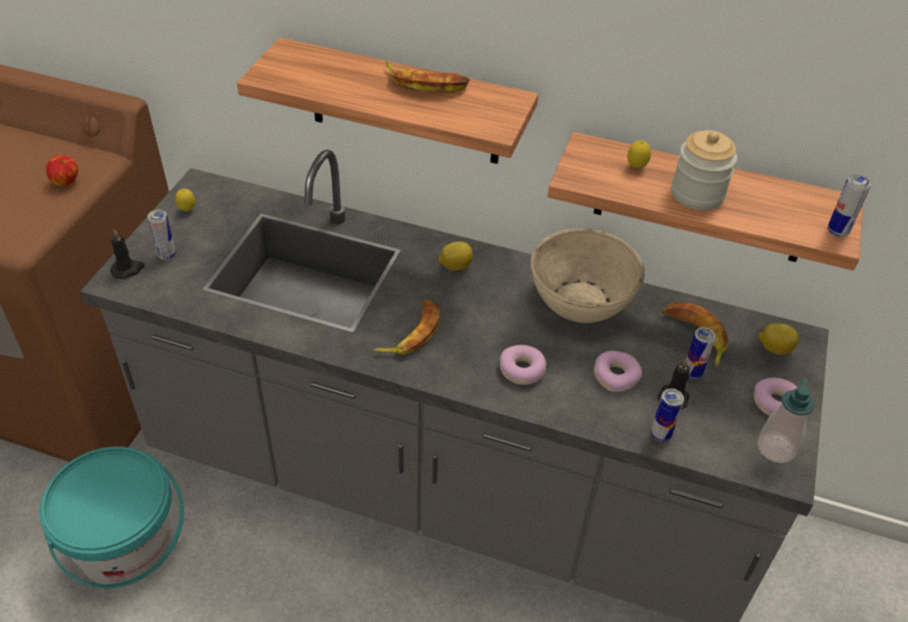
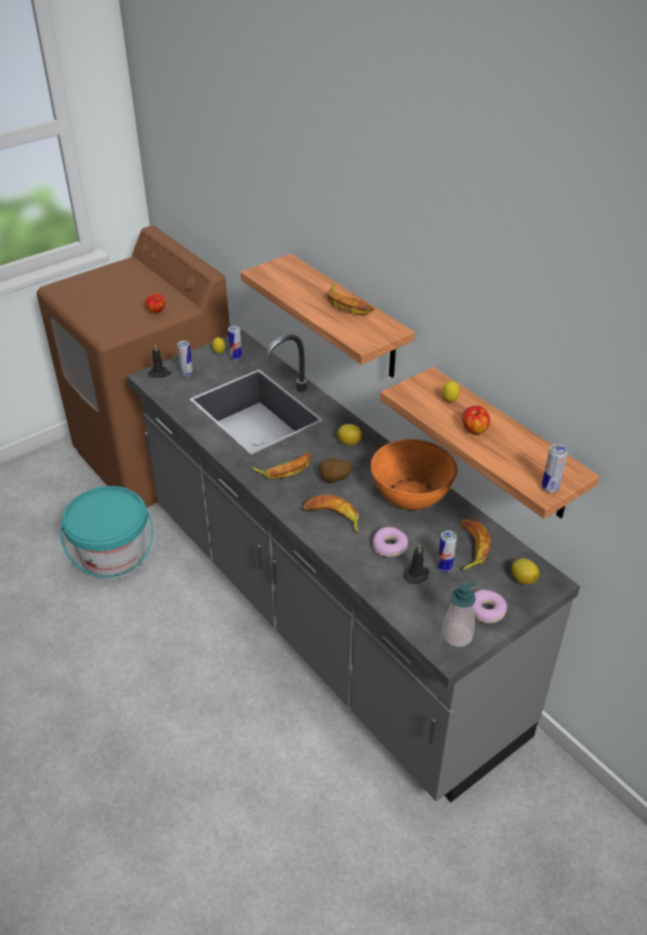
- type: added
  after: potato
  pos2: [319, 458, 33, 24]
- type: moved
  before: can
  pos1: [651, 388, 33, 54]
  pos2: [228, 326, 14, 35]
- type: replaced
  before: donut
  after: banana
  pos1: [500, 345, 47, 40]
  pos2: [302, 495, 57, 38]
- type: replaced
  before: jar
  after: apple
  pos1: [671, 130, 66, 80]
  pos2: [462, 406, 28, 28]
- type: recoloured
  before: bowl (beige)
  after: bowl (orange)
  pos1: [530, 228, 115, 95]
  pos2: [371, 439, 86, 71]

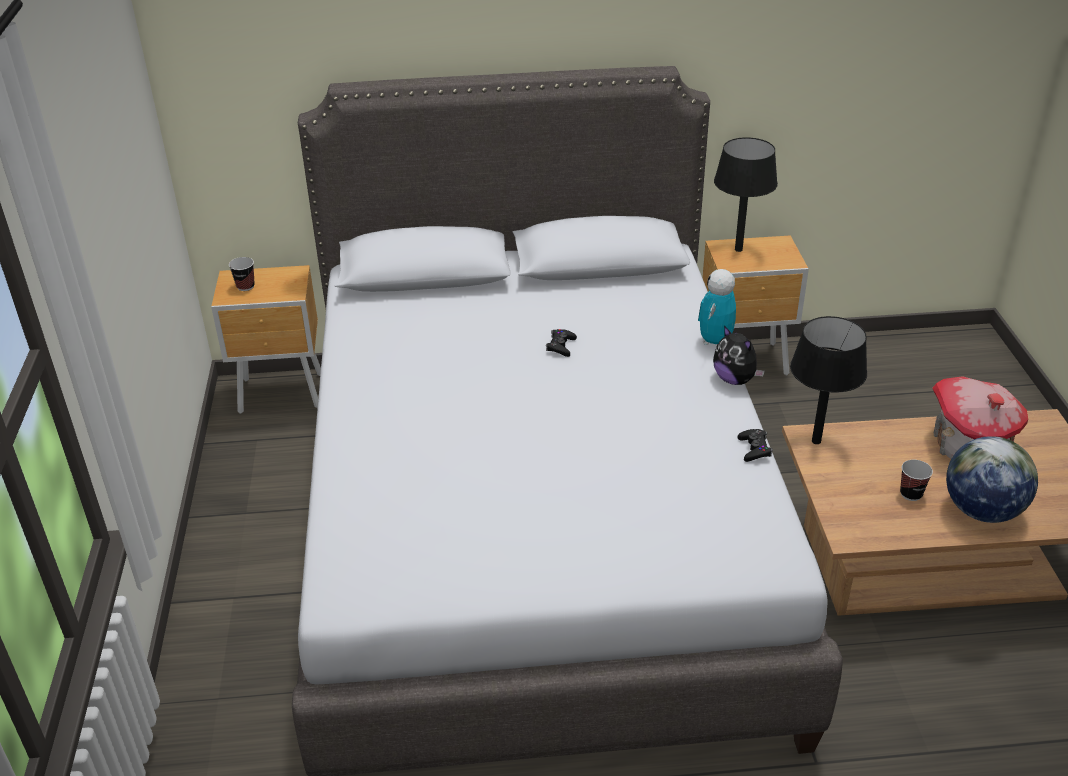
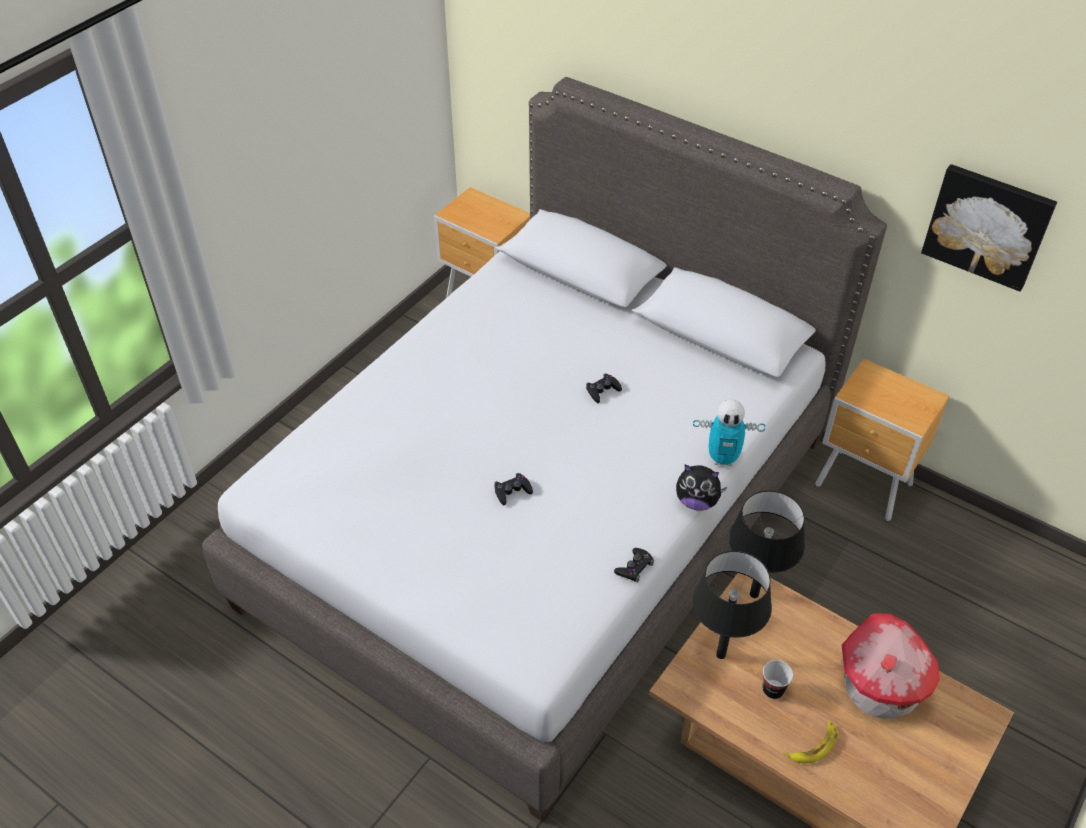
- type: removed
  before: cup
  pos1: [229, 257, 26, 34]
- type: added
  after: game controller (black)
  pos2: [495, 473, 38, 32]
- type: added
  after: picture
  pos2: [921, 164, 136, 127]
- type: moved
  before: table lamp (black)
  pos1: [714, 137, 64, 115]
  pos2: [693, 551, 79, 108]
- type: replaced
  before: globe
  after: banana
  pos1: [946, 436, 92, 87]
  pos2: [783, 721, 55, 42]
- type: turned
  before: toy robot
  pos1: [698, 269, 38, 76]
  pos2: [693, 399, 72, 67]
  turn: -150
- type: turned
  before: plush toy
  pos1: [713, 325, 52, 60]
  pos2: [676, 464, 51, 47]
  turn: -75

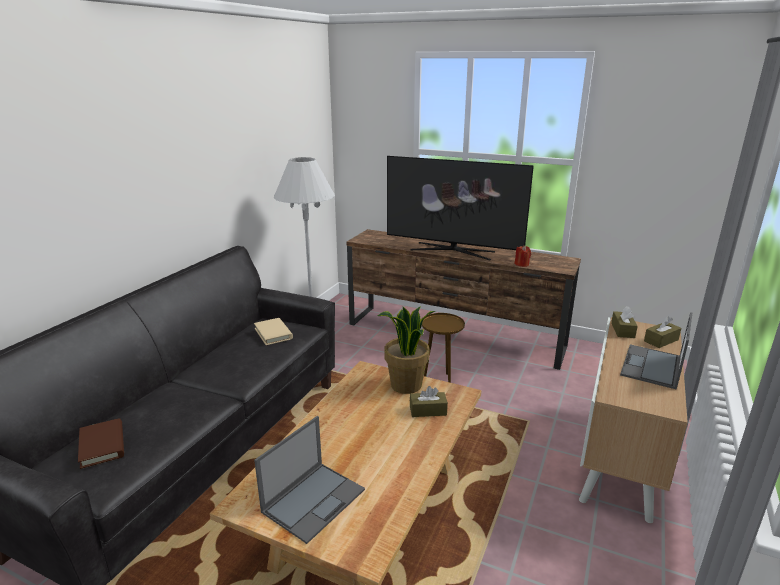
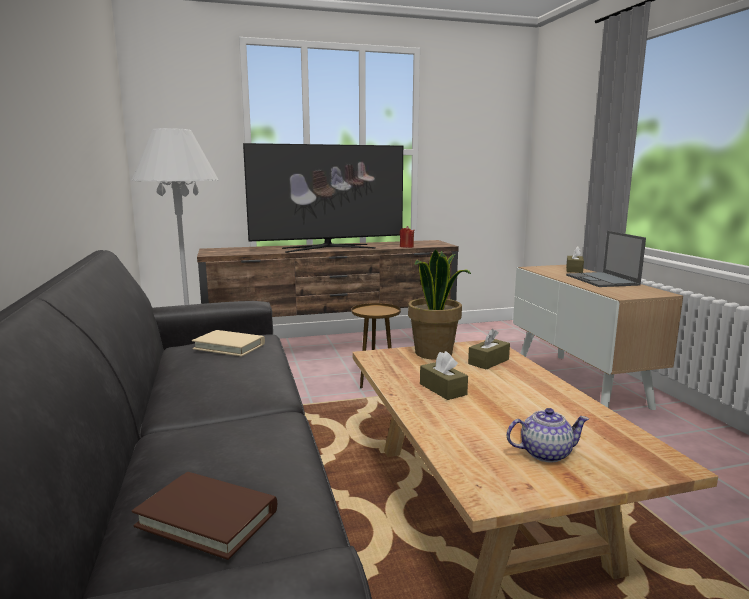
- type: moved
  before: tissue box (brown)
  pos1: [611, 306, 27, 32]
  pos2: [420, 351, 48, 49]
- type: replaced
  before: laptop
  after: teapot
  pos1: [254, 416, 111, 128]
  pos2: [507, 408, 82, 55]

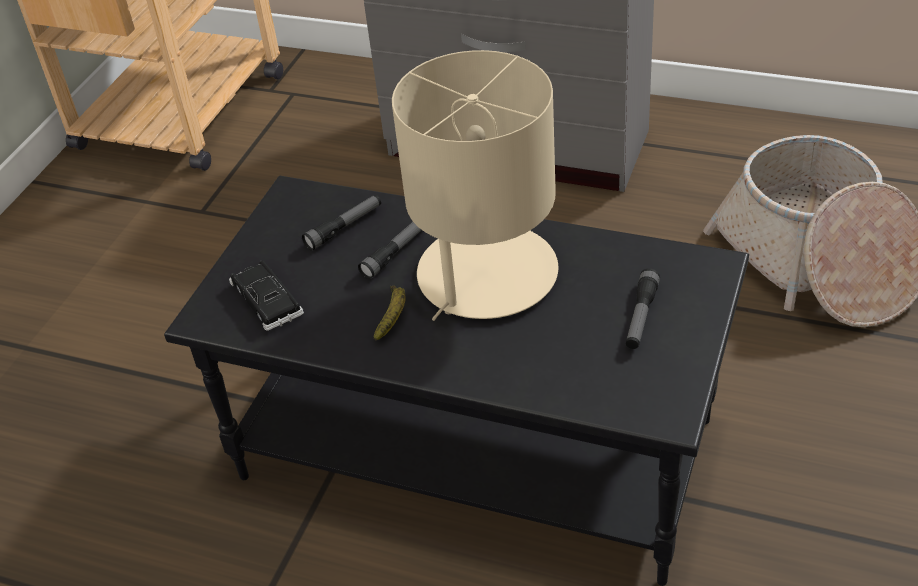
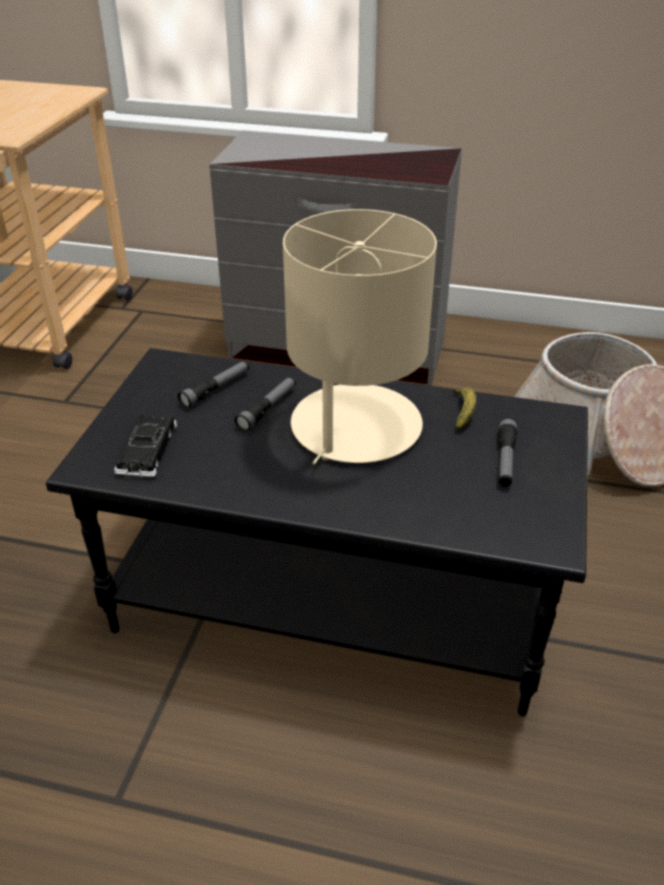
- type: moved
  before: banana
  pos1: [374, 286, 32, 54]
  pos2: [453, 387, 23, 43]
- type: turned
  before: toy car (black)
  pos1: [229, 260, 75, 71]
  pos2: [114, 414, 63, 63]
  turn: -135

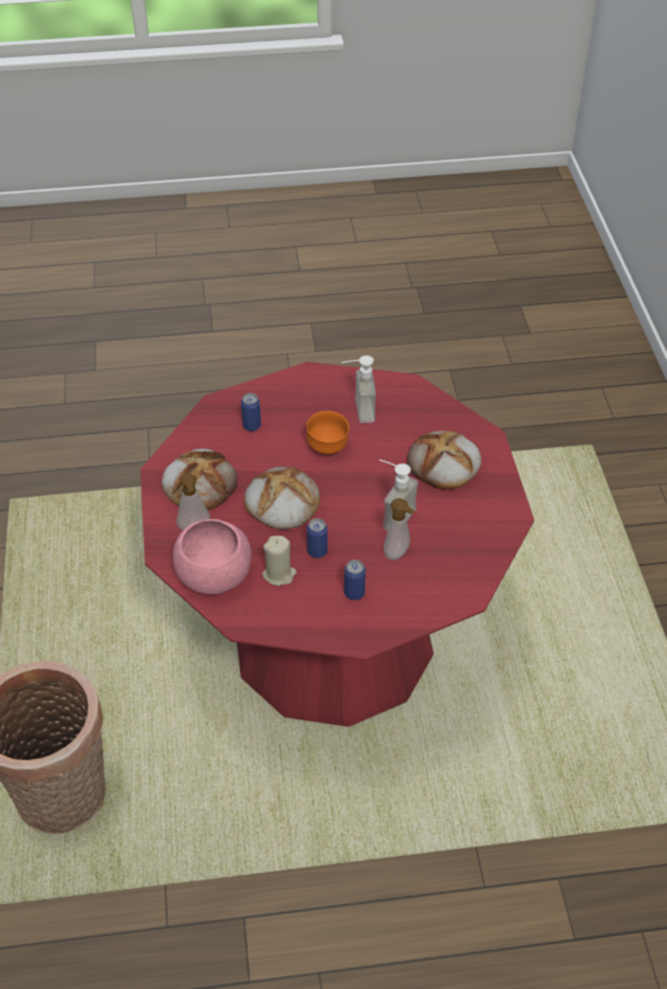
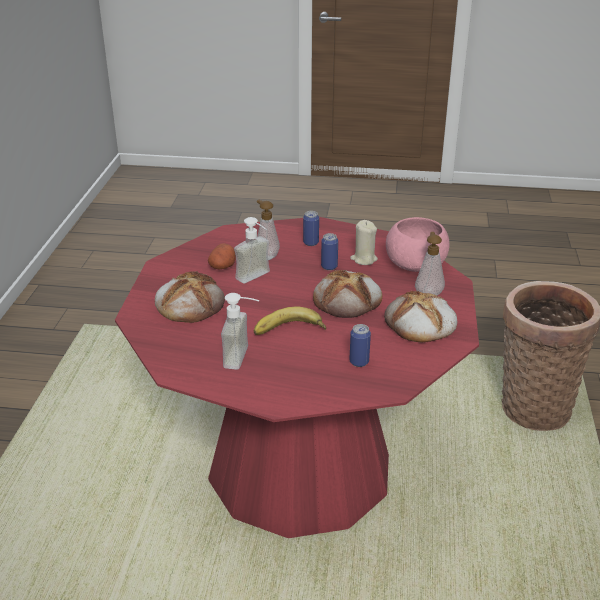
- type: added
  after: potato
  pos2: [208, 243, 28, 26]
- type: replaced
  before: bowl (orange)
  after: banana
  pos1: [307, 411, 42, 43]
  pos2: [254, 306, 72, 29]

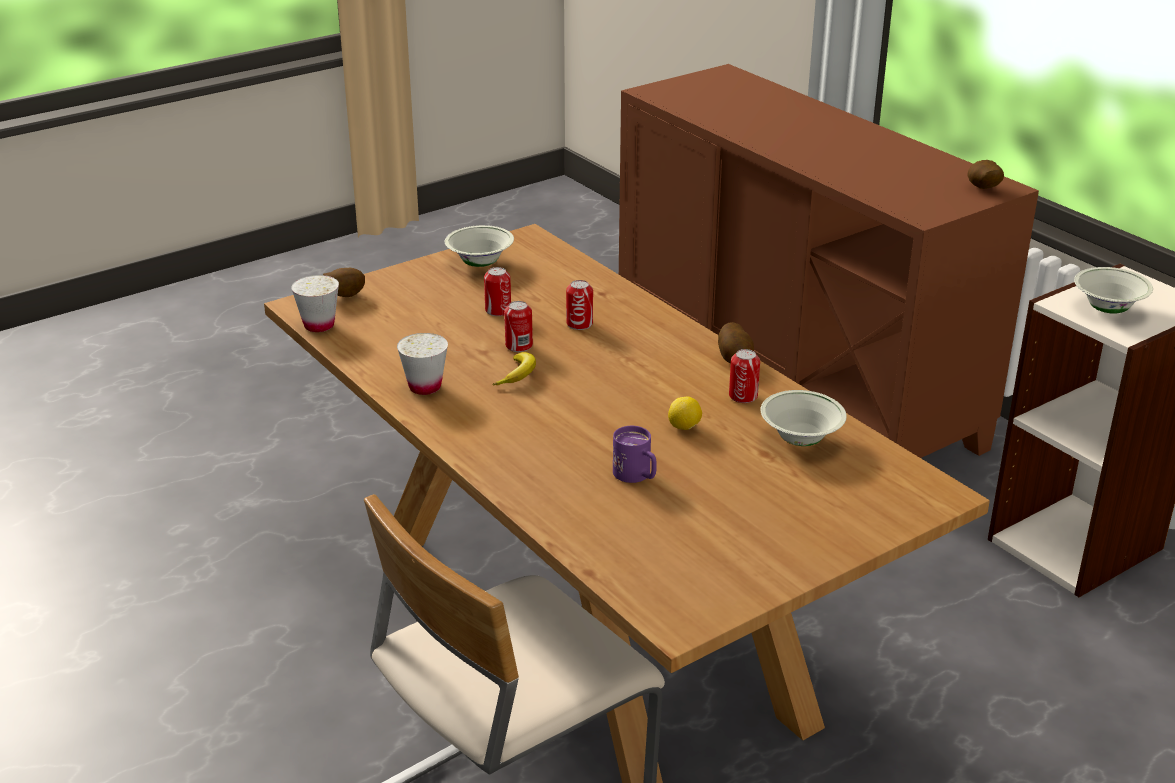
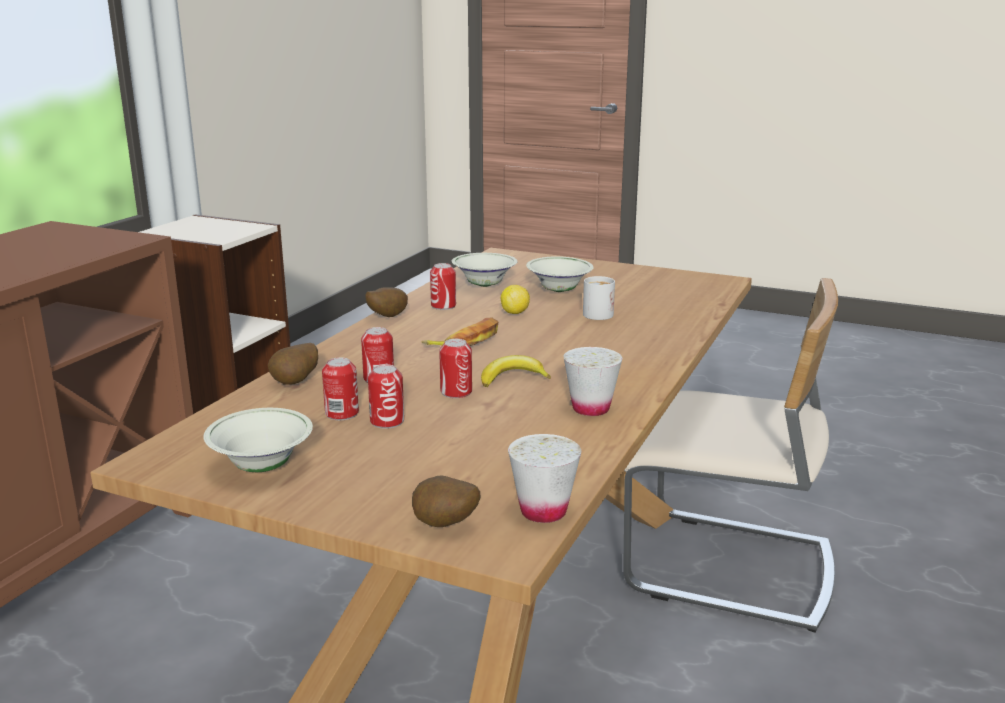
- type: added
  after: can
  pos2: [322, 357, 37, 63]
- type: added
  after: banana
  pos2: [422, 317, 76, 29]
- type: moved
  before: potato
  pos1: [968, 160, 36, 29]
  pos2: [268, 343, 50, 42]
- type: moved
  before: bowl (white)
  pos1: [1074, 267, 79, 47]
  pos2: [526, 256, 68, 36]
- type: recoloured
  before: mug (purple)
  after: mug (white)
  pos1: [613, 426, 44, 57]
  pos2: [583, 276, 32, 44]

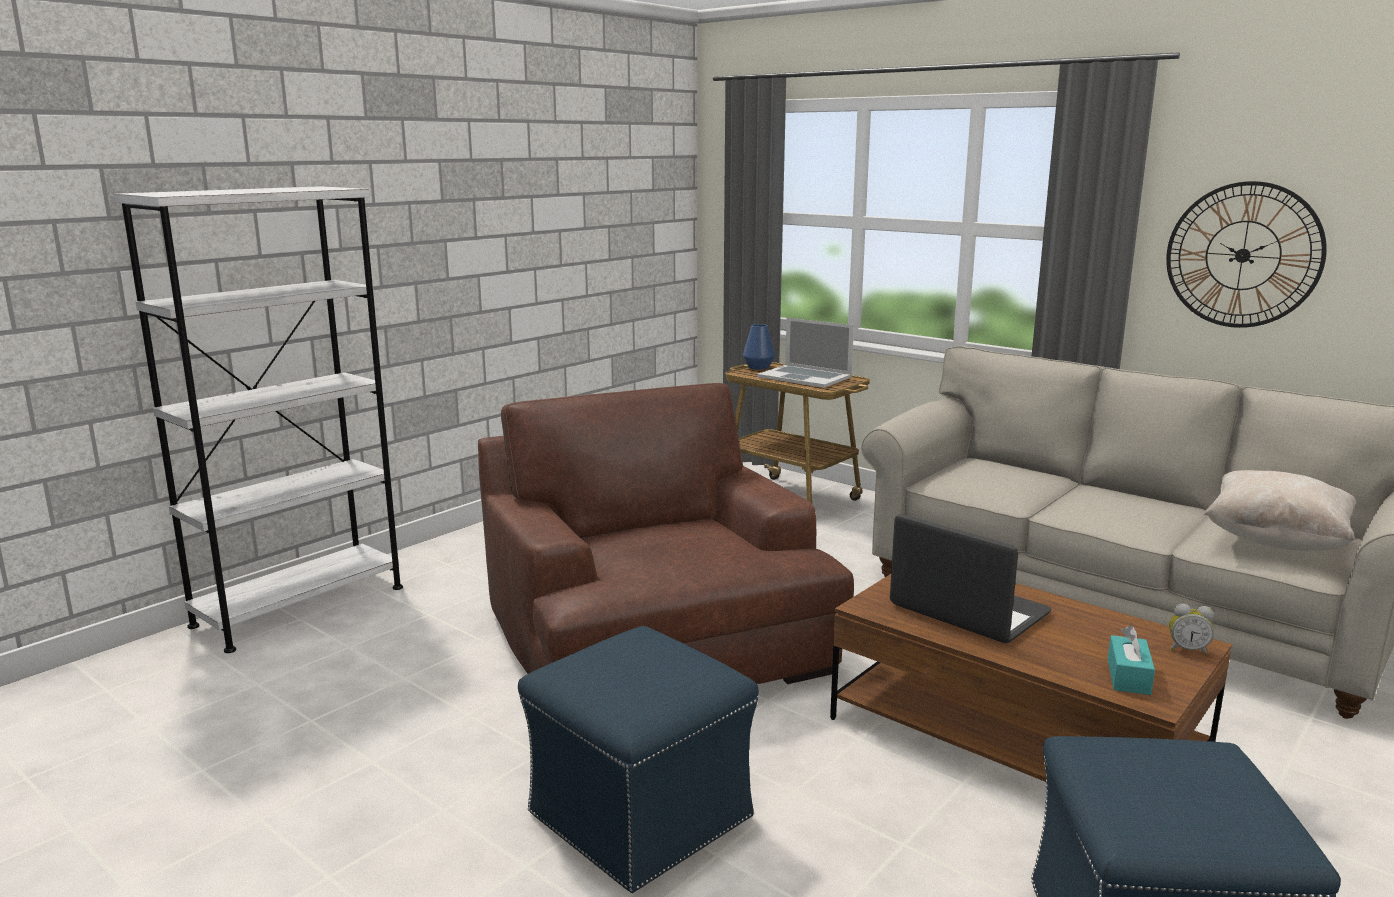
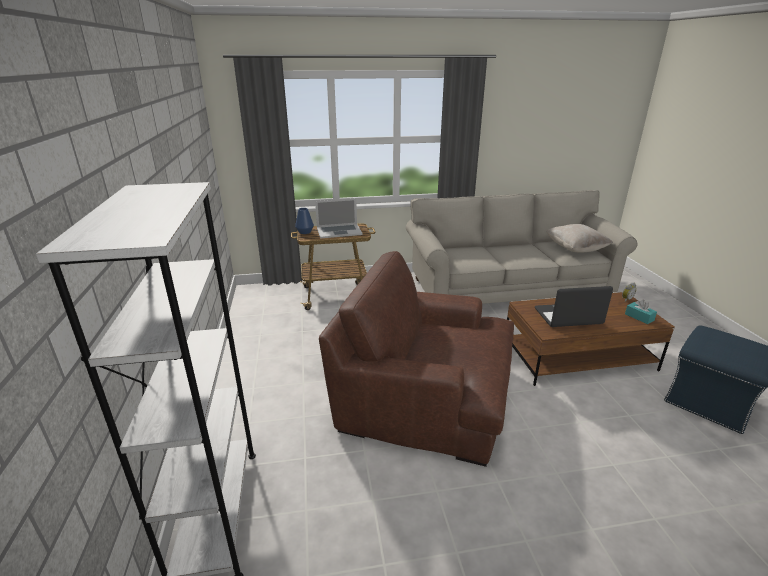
- type: removed
  before: ottoman (blue)
  pos1: [518, 626, 241, 267]
- type: removed
  before: wall clock
  pos1: [1166, 181, 161, 147]

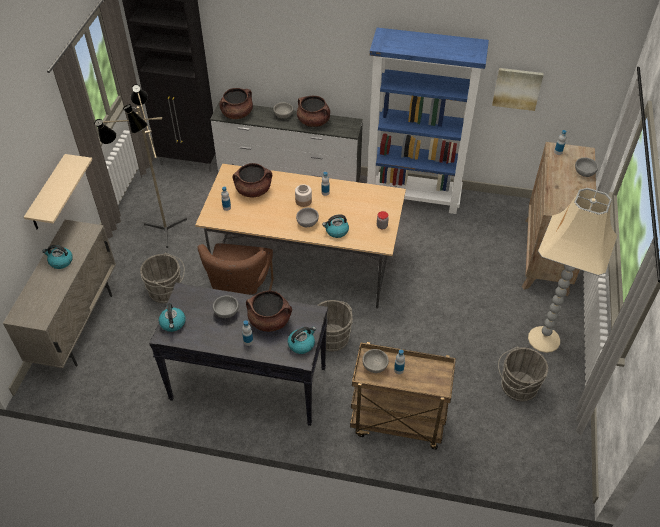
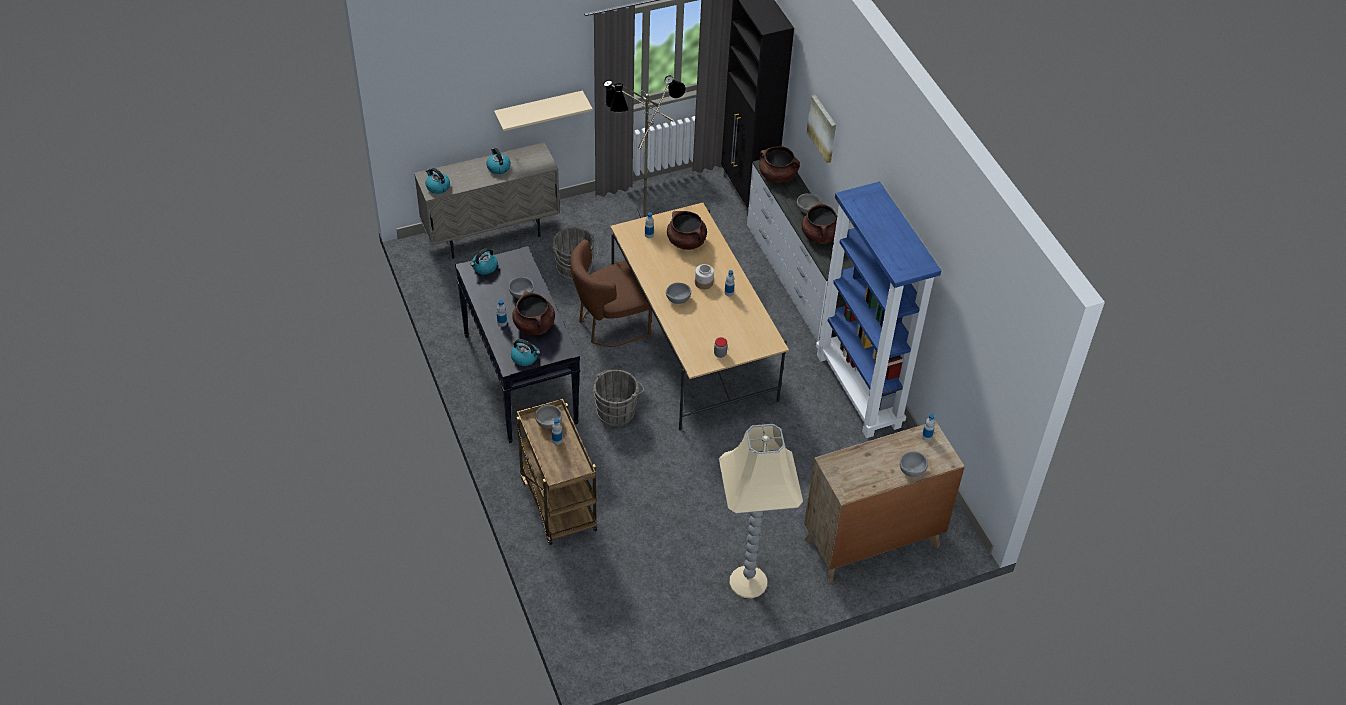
- type: removed
  before: bucket (grey)
  pos1: [498, 347, 50, 55]
- type: moved
  before: kettle
  pos1: [322, 214, 27, 24]
  pos2: [425, 168, 25, 26]
- type: moved
  before: picture
  pos1: [492, 68, 52, 43]
  pos2: [807, 95, 29, 68]

